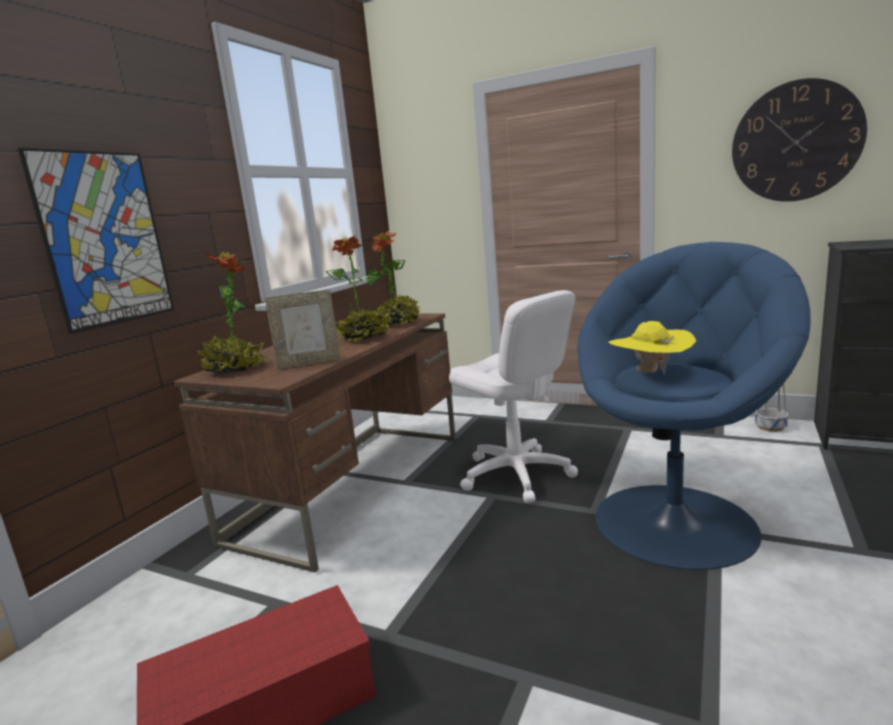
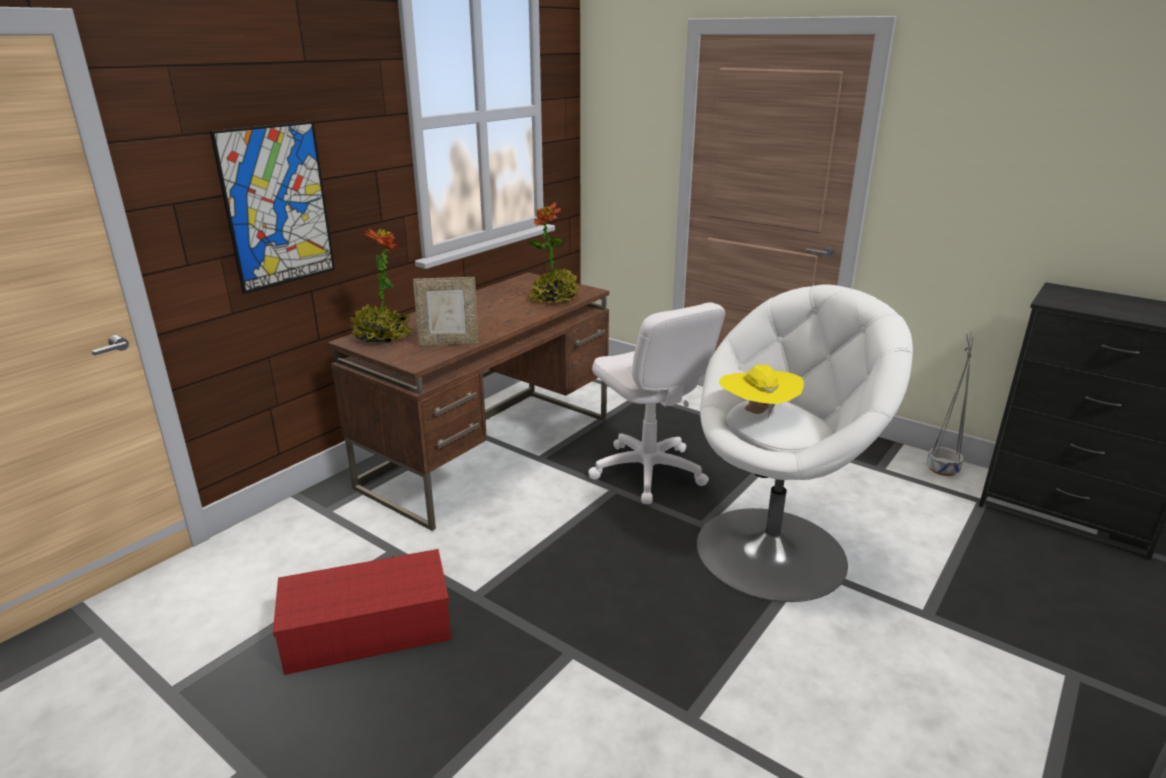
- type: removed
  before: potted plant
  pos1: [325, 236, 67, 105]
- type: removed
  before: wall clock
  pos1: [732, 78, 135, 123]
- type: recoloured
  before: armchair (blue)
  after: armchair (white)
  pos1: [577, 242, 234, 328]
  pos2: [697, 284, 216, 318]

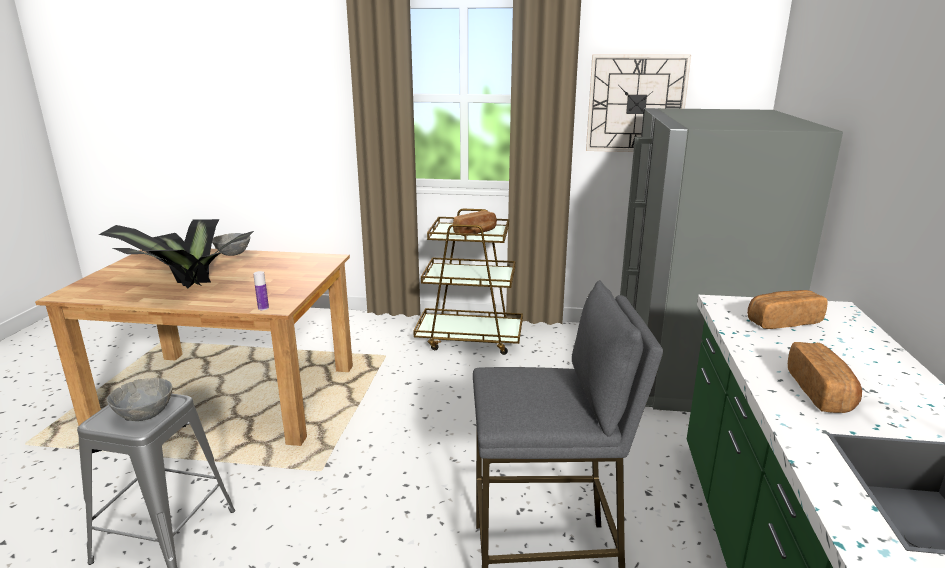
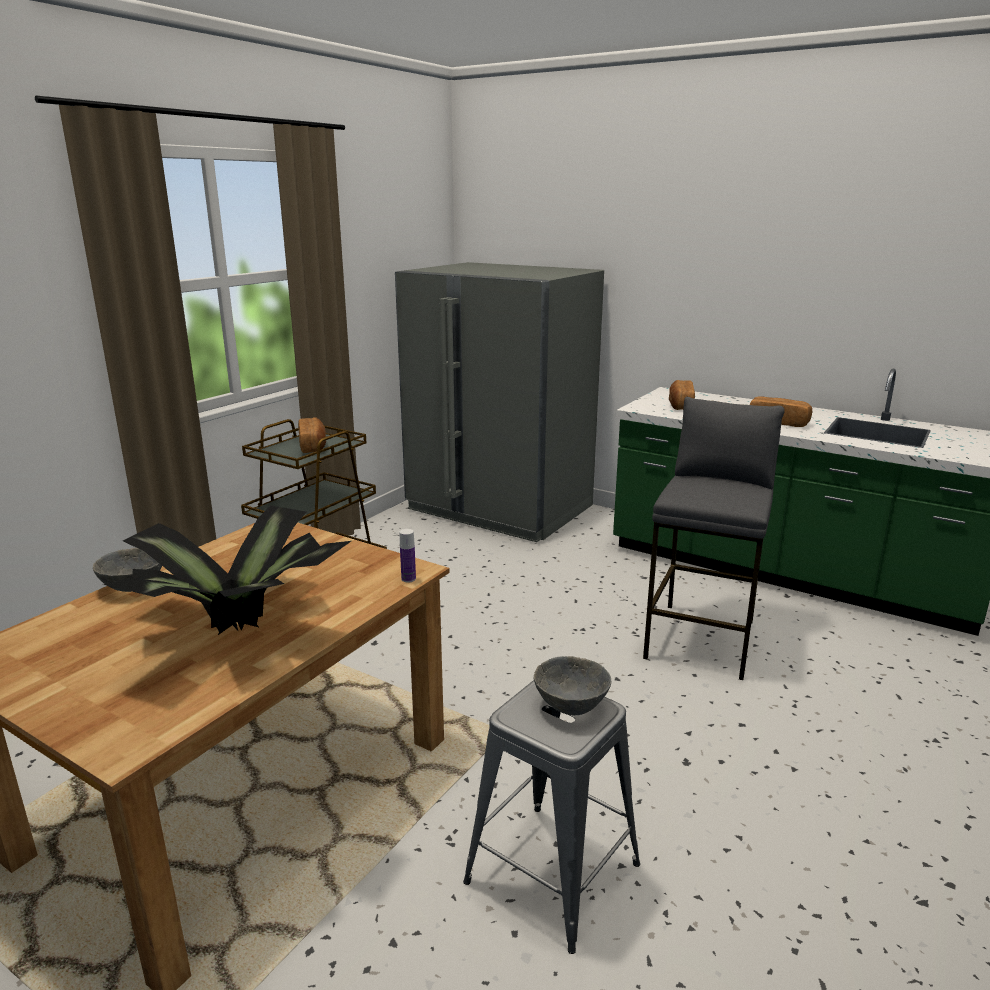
- type: removed
  before: wall clock
  pos1: [586, 54, 105, 98]

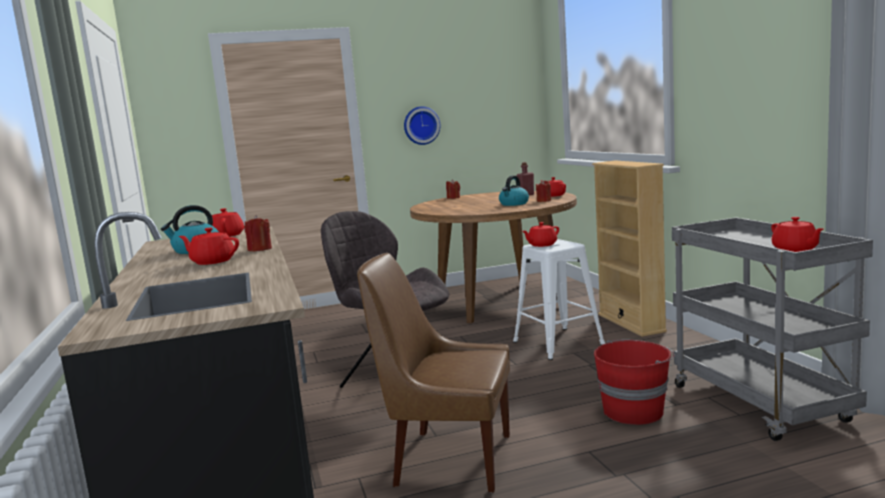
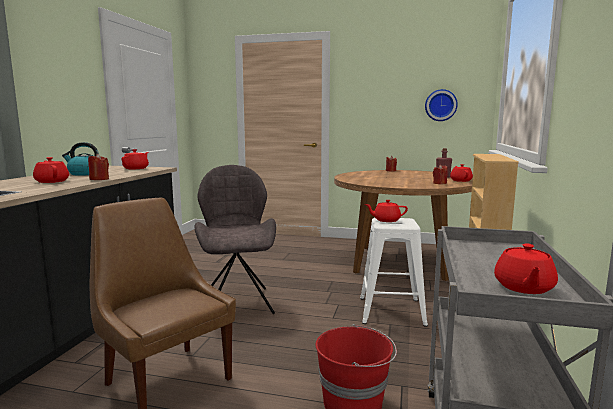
- type: removed
  before: kettle
  pos1: [499, 175, 30, 31]
- type: moved
  before: wall clock
  pos1: [404, 106, 36, 39]
  pos2: [425, 89, 33, 32]

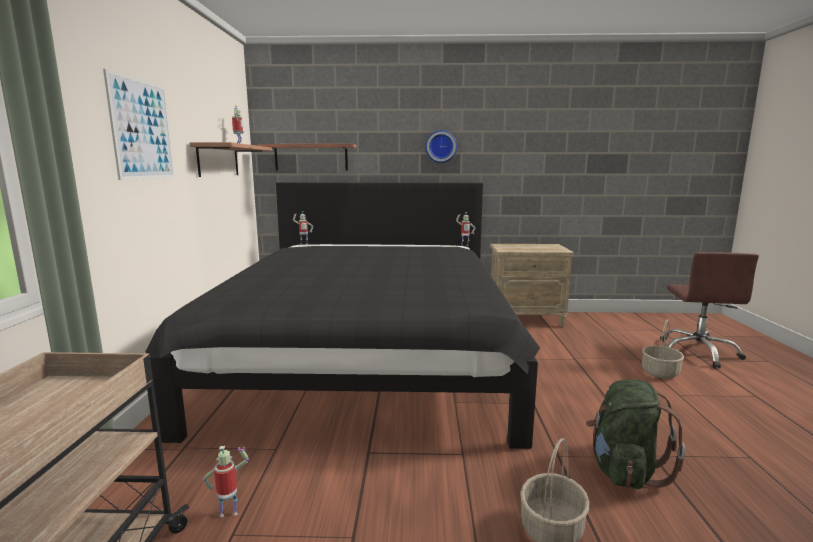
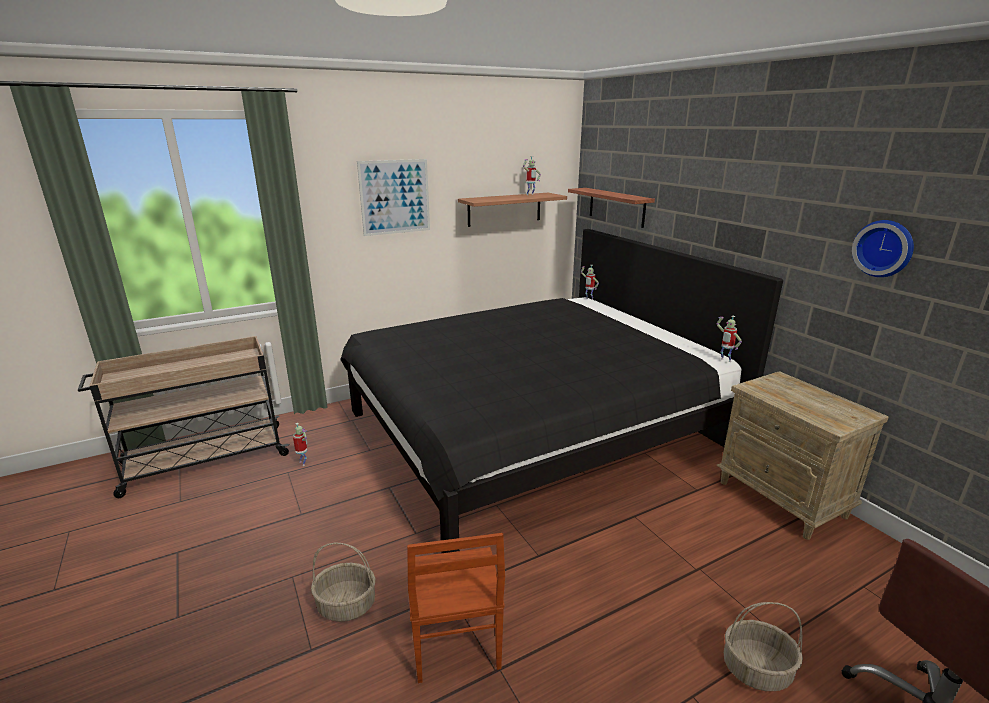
- type: moved
  before: wall clock
  pos1: [425, 130, 32, 33]
  pos2: [852, 220, 62, 57]
- type: replaced
  before: backpack (green)
  after: chair (brown)
  pos1: [586, 379, 99, 110]
  pos2: [407, 533, 98, 150]

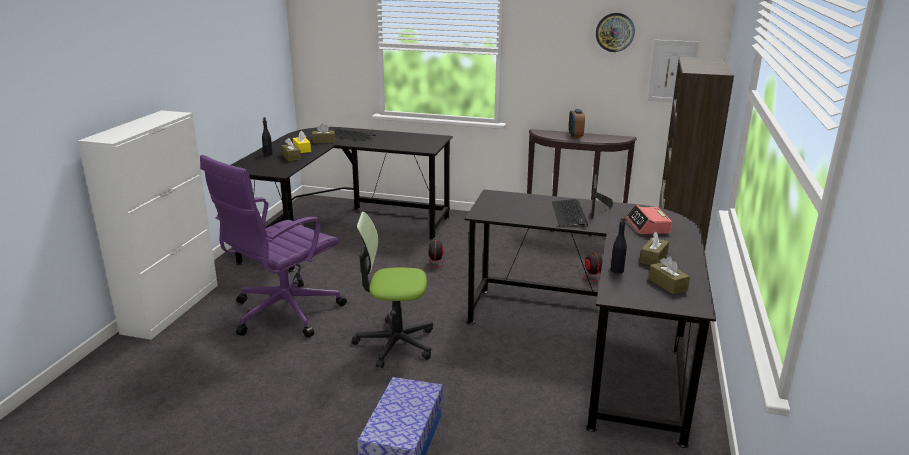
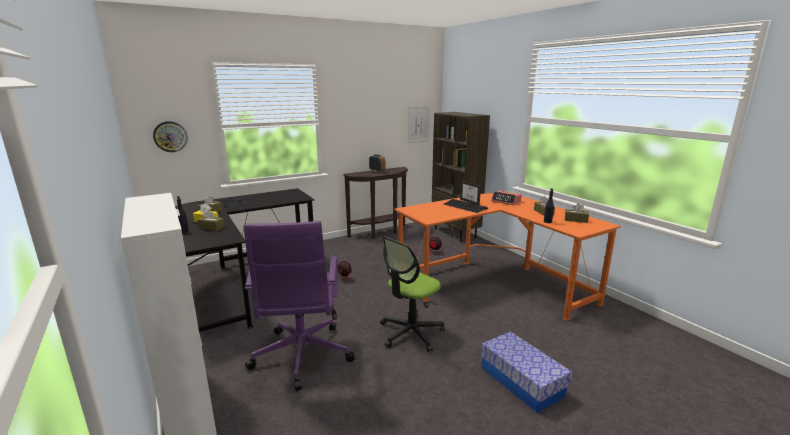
- type: moved
  before: wall clock
  pos1: [596, 13, 39, 39]
  pos2: [153, 121, 35, 31]
- type: recoloured
  before: desk (black)
  after: desk (orange)
  pos1: [464, 189, 252, 259]
  pos2: [394, 193, 227, 128]

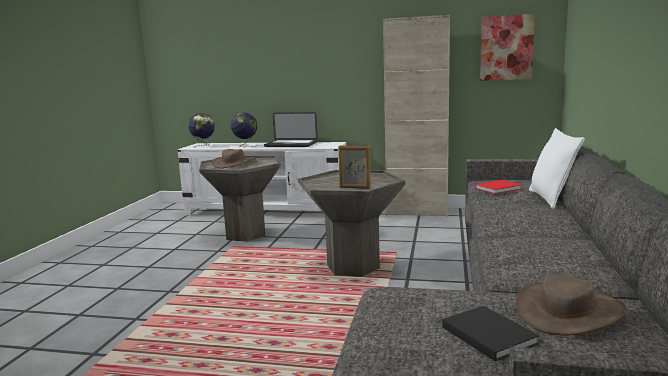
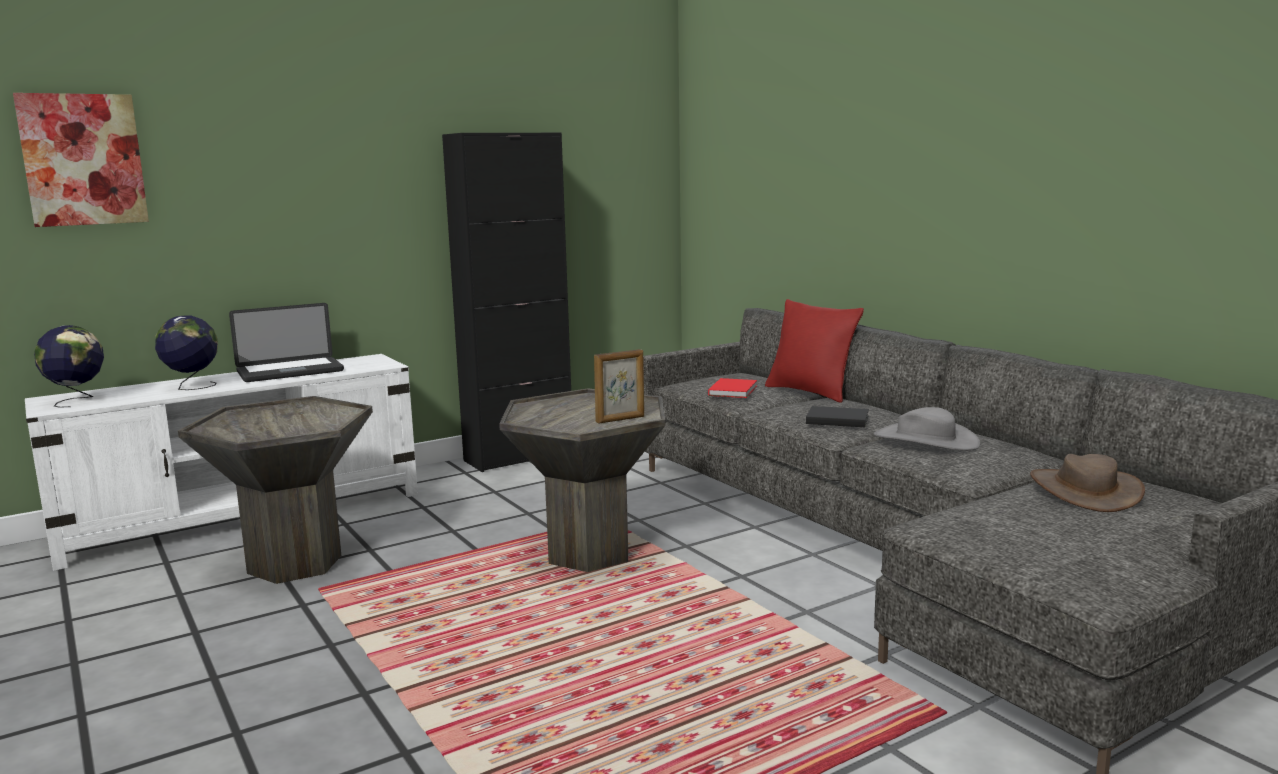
- type: removed
  before: hat (brown)
  pos1: [212, 149, 44, 19]
- type: added
  after: hat (grey)
  pos2: [874, 407, 106, 44]
- type: moved
  before: book (black)
  pos1: [442, 306, 97, 55]
  pos2: [806, 406, 63, 21]
- type: moved
  before: picture
  pos1: [480, 14, 55, 67]
  pos2: [13, 93, 136, 134]
- type: recoloured
  before: cabinet (beige)
  after: cabinet (black)
  pos1: [383, 15, 67, 202]
  pos2: [442, 132, 129, 340]
- type: recoloured
  before: pillow (white)
  after: pillow (red)
  pos1: [529, 128, 56, 81]
  pos2: [765, 299, 99, 104]

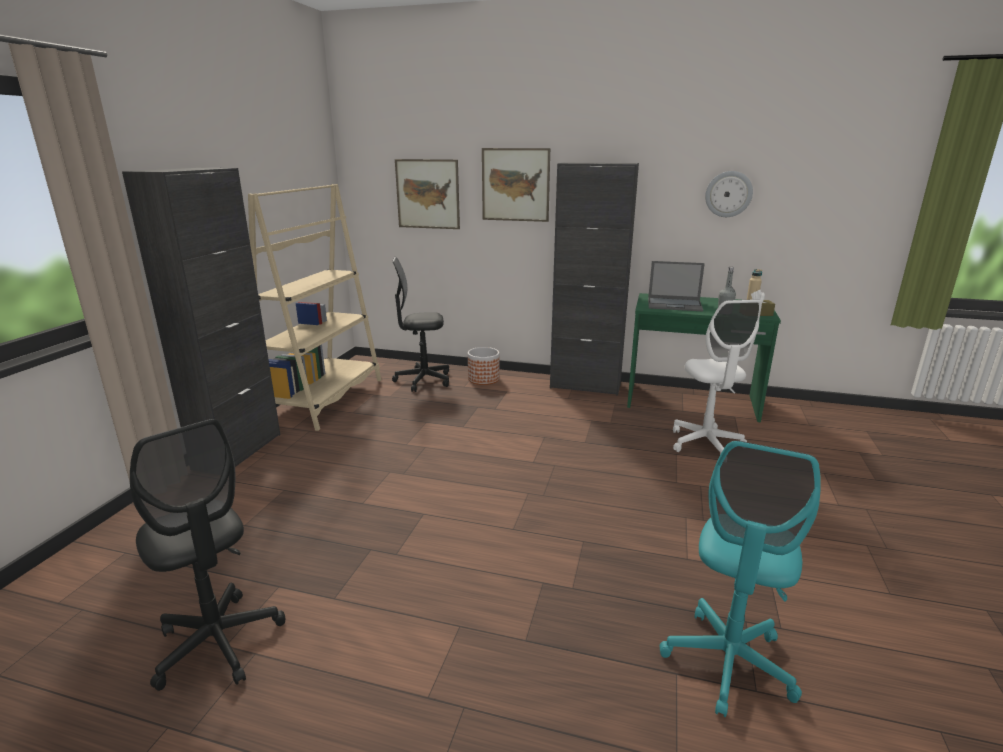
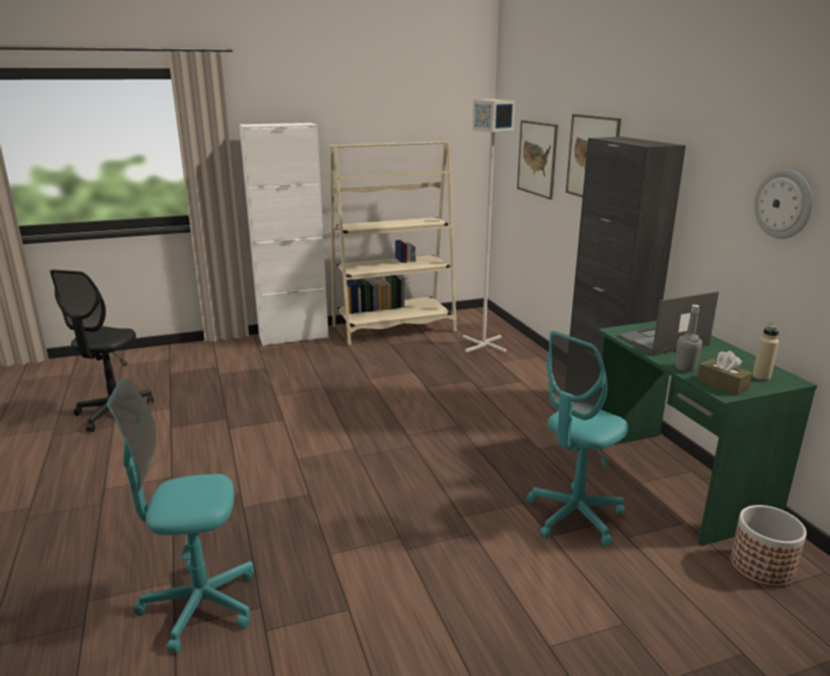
- type: moved
  before: planter
  pos1: [468, 347, 31, 38]
  pos2: [730, 505, 77, 82]
- type: replaced
  before: office chair (black)
  after: floor lamp (grey)
  pos1: [392, 257, 57, 135]
  pos2: [463, 99, 52, 253]
- type: recoloured
  before: cabinet (black)
  after: cabinet (white)
  pos1: [122, 167, 158, 300]
  pos2: [239, 123, 90, 223]
- type: recoloured
  before: office chair (white)
  after: office chair (turquoise)
  pos1: [673, 299, 89, 155]
  pos2: [527, 331, 101, 215]
- type: turned
  before: laptop
  pos1: [648, 261, 57, 51]
  pos2: [618, 291, 101, 64]
  turn: 90

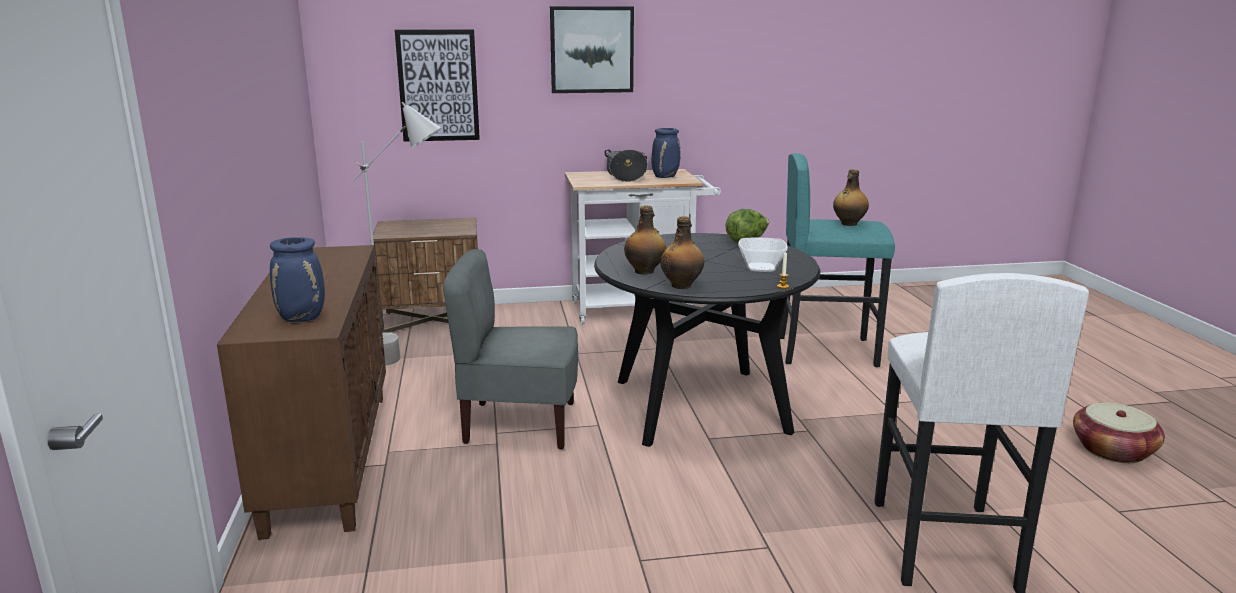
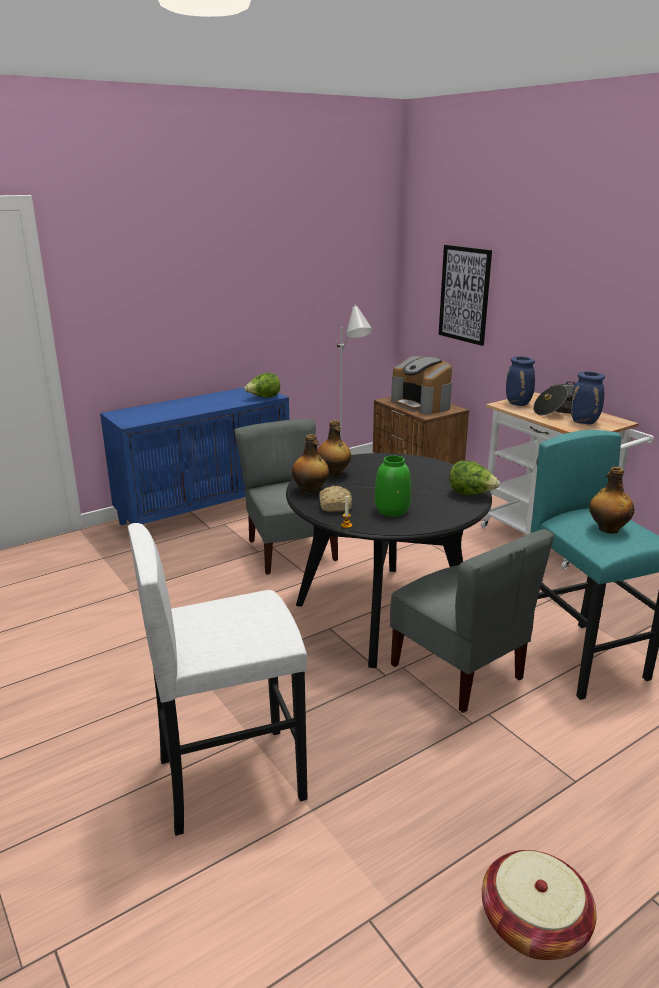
- type: removed
  before: picture
  pos1: [550, 6, 84, 87]
- type: added
  after: lettuce
  pos2: [244, 373, 36, 25]
- type: added
  after: bread
  pos2: [319, 486, 33, 26]
- type: added
  after: chair (grey)
  pos2: [390, 529, 164, 184]
- type: added
  after: coffee machine
  pos2: [391, 356, 61, 59]
- type: moved
  before: vase (blue)
  pos1: [270, 237, 55, 85]
  pos2: [506, 356, 29, 50]
- type: replaced
  before: bowl
  after: vase (green)
  pos1: [738, 238, 50, 34]
  pos2: [375, 455, 36, 62]
- type: recoloured
  before: cabinet (brown)
  after: cabinet (blue)
  pos1: [217, 245, 169, 295]
  pos2: [100, 387, 189, 138]

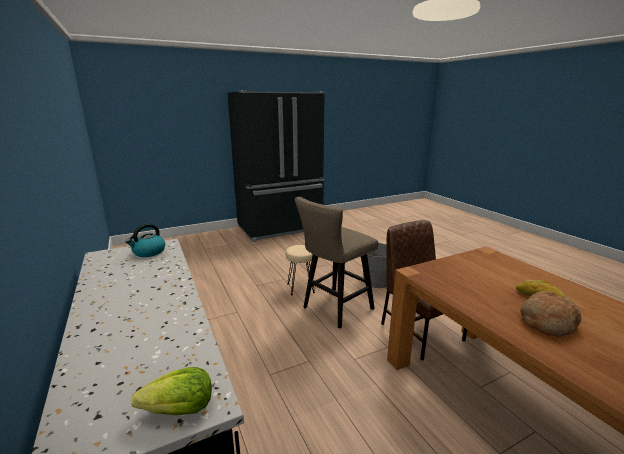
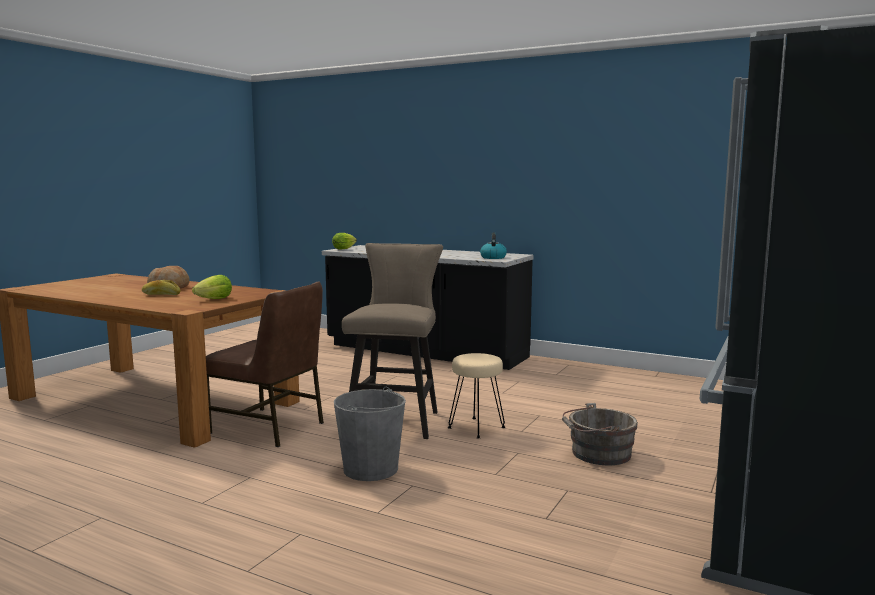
- type: added
  after: lettuce
  pos2: [192, 275, 40, 24]
- type: added
  after: bucket (grey)
  pos2: [562, 403, 76, 63]

